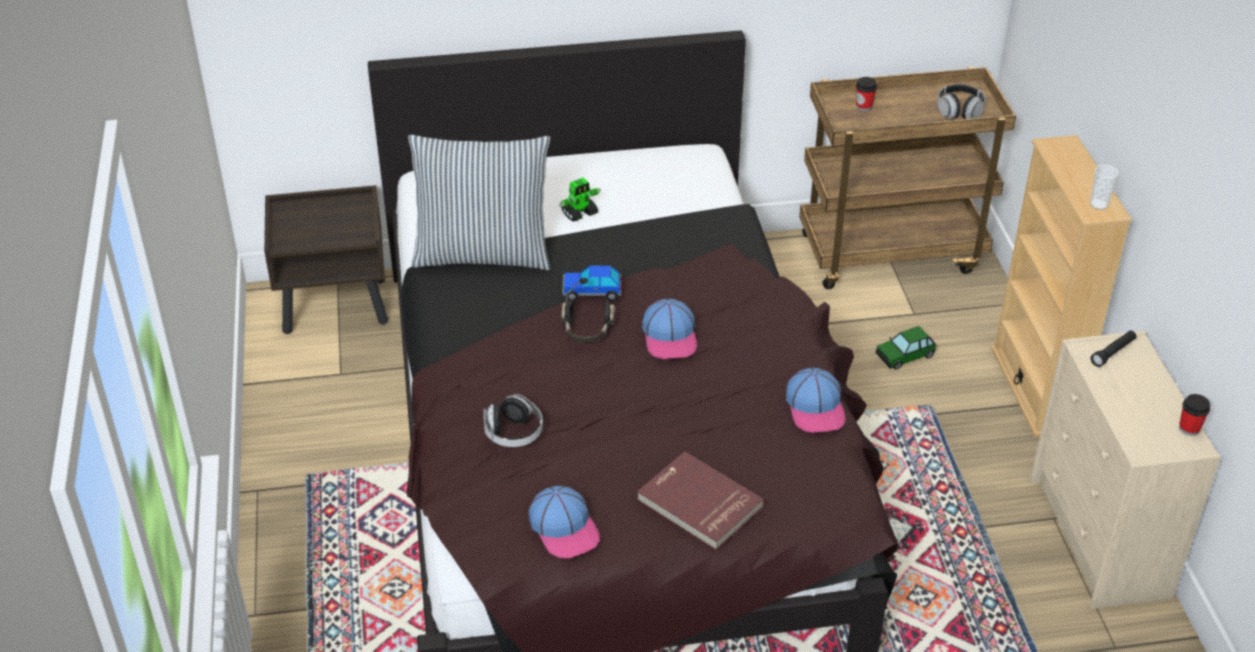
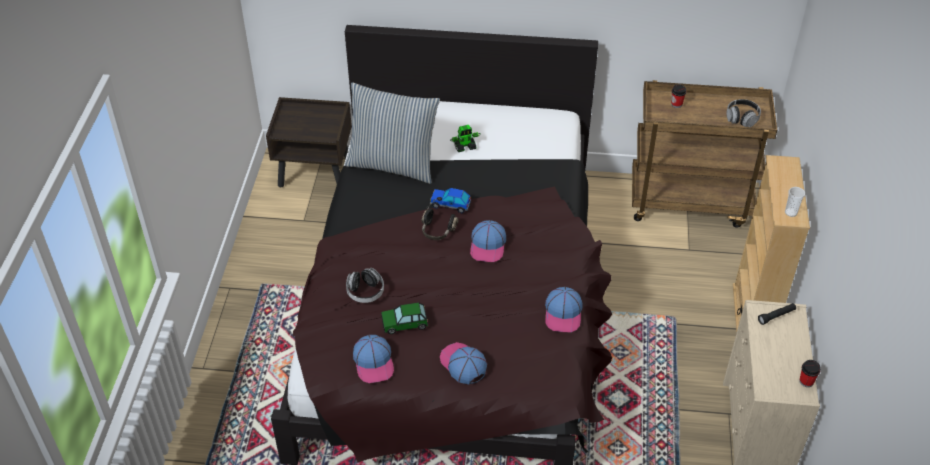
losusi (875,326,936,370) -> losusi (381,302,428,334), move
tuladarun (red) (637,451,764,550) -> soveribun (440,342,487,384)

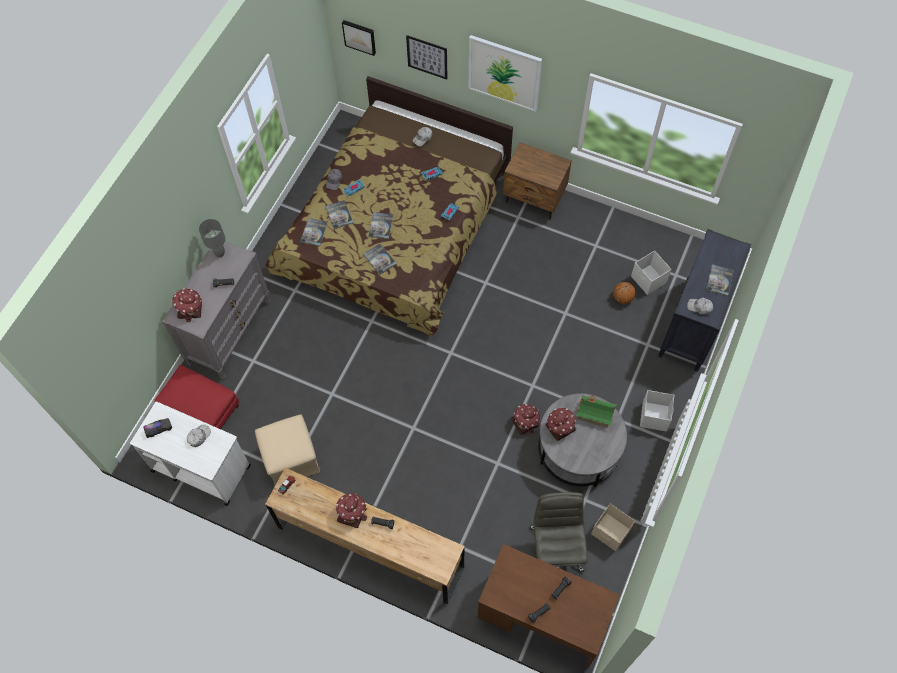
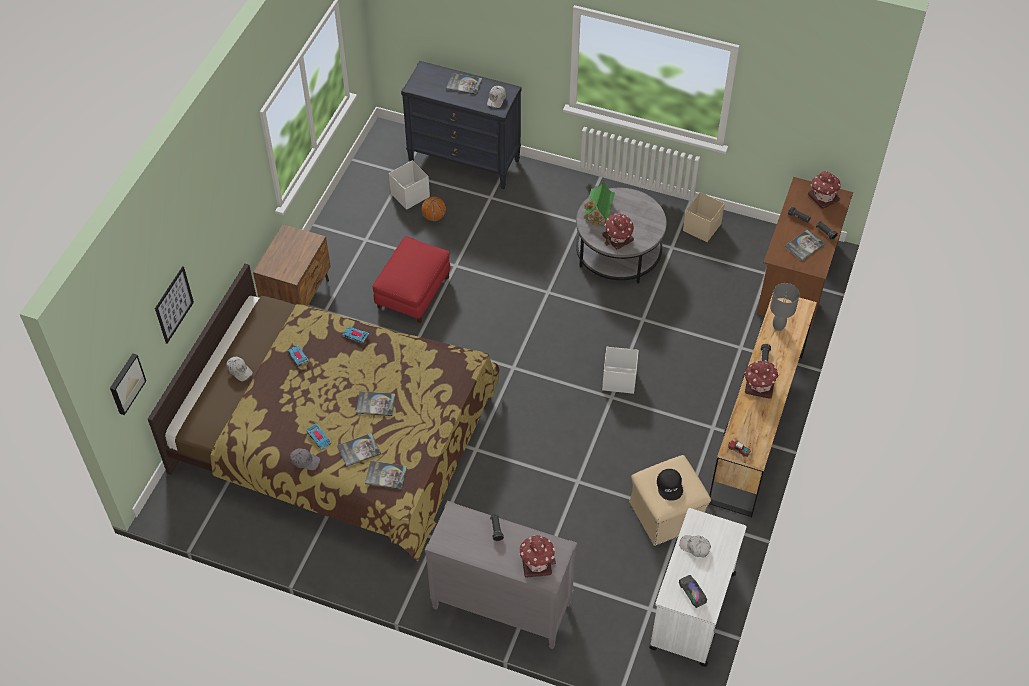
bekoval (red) (154,365,239,429) -> bekoval (red) (372,236,450,323), move
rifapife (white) (640,390,674,431) -> rifapife (white) (602,347,639,394), move
none -> soveribun (black) (657,469,683,501)
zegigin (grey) (199,219,226,257) -> zegigin (grey) (770,283,800,331), move
tuladarun (363,244,397,275) -> tuladarun (785,230,825,261), move
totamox (511,404,540,435) -> totamox (808,171,842,209), move
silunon (469,35,542,112) -> none
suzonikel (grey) (530,492,588,573) -> none

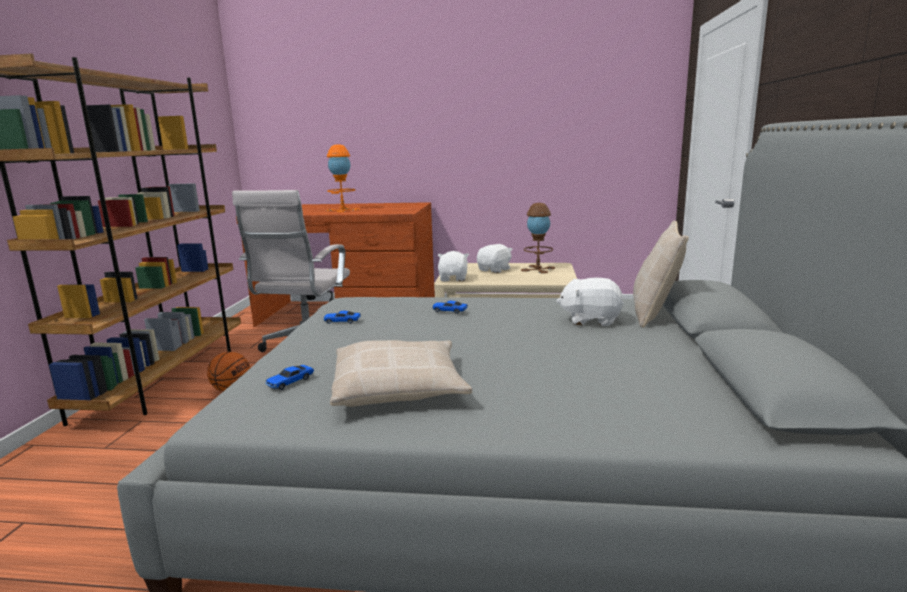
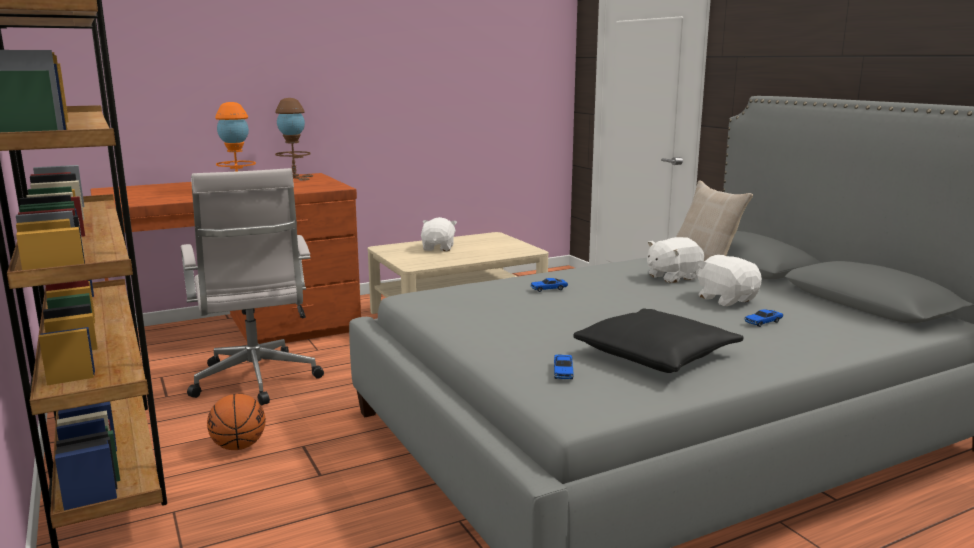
zegigin (brown) (521,203,555,273) -> zegigin (brown) (275,98,313,181), move
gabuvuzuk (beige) (330,340,472,407) -> gabuvuzuk (black) (573,308,744,373)
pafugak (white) (438,251,469,281) -> pafugak (white) (697,255,762,306), move
losusi (323,311,361,324) -> losusi (744,309,783,327), move

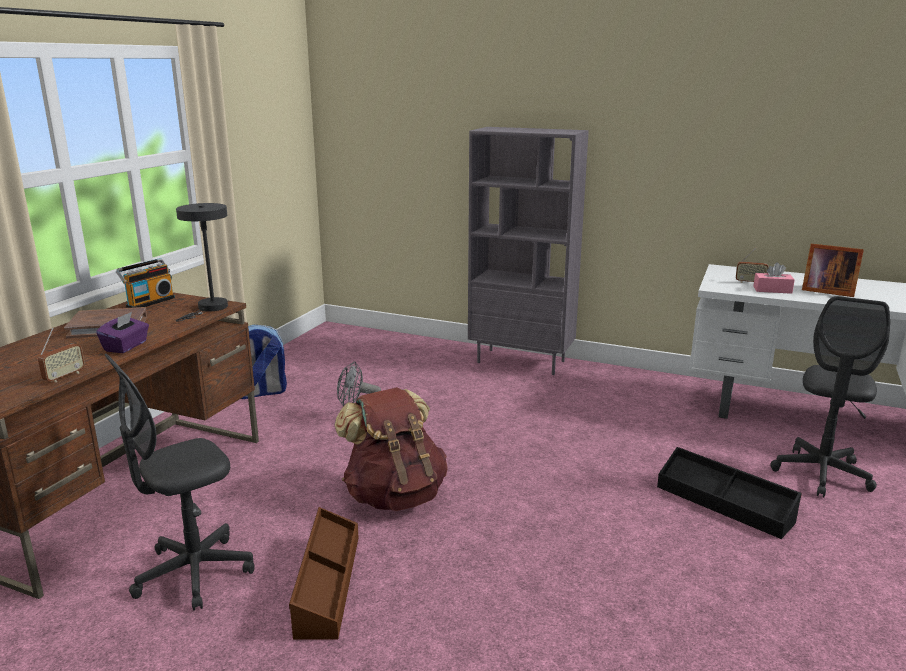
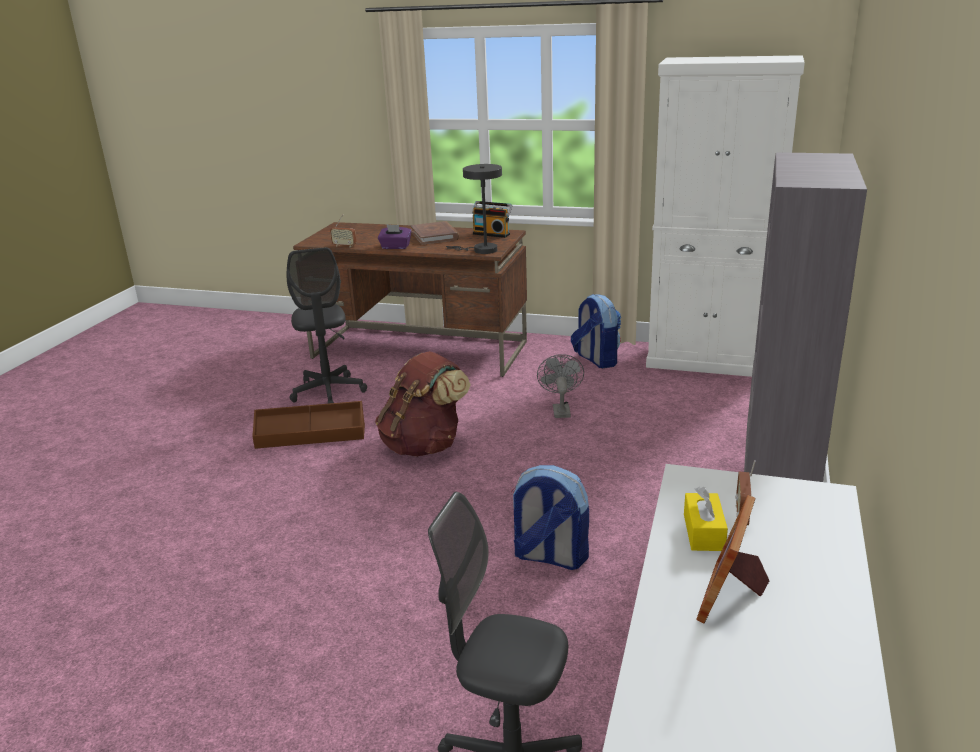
suzonikel (grey) (104,354,255,611) -> suzonikel (grey) (287,247,367,404), 150 degrees counterclockwise
none -> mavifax (511,465,589,570)
none -> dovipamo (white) (646,55,805,377)
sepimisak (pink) (753,262,795,294) -> sepimisak (yellow) (684,487,728,551)
rifapife (black) (657,447,802,539) -> none

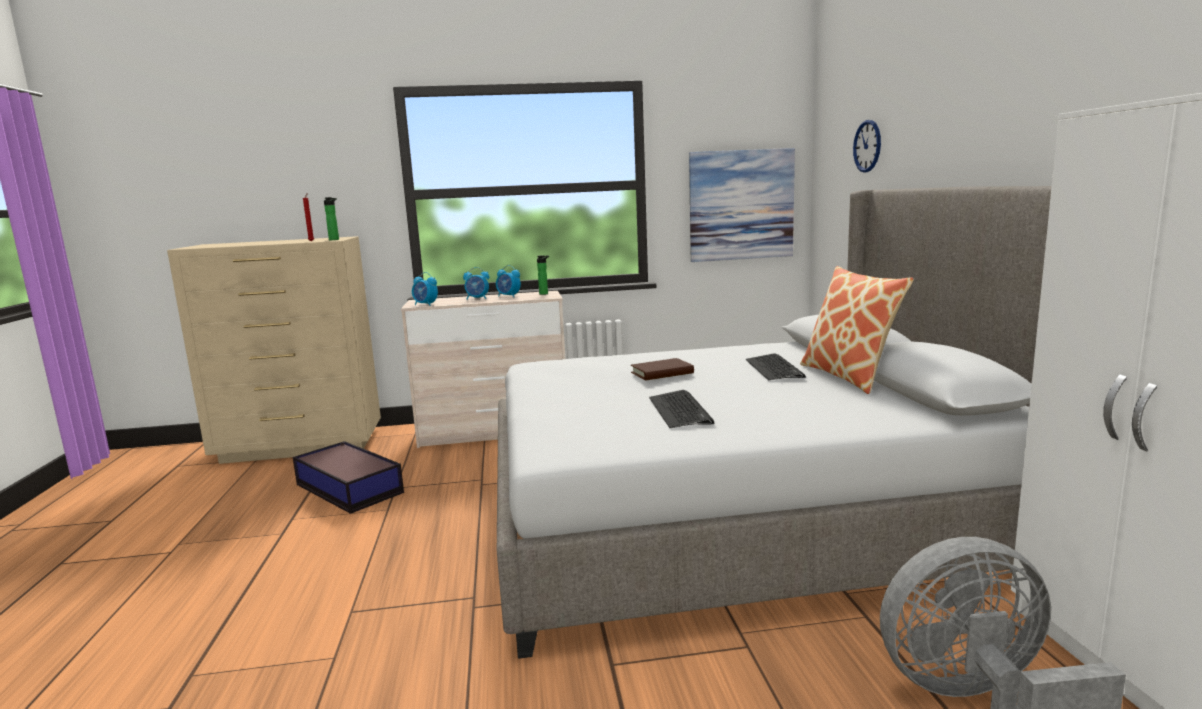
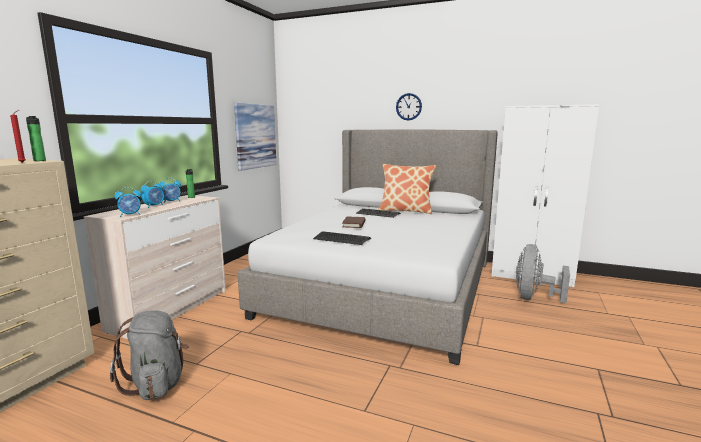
rifapife (293,441,404,514) -> mavifax (grey) (110,310,189,400)
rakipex (649,390,715,428) -> rakipex (313,231,371,245), move
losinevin (853,120,881,173) -> losinevin (396,93,422,121), move

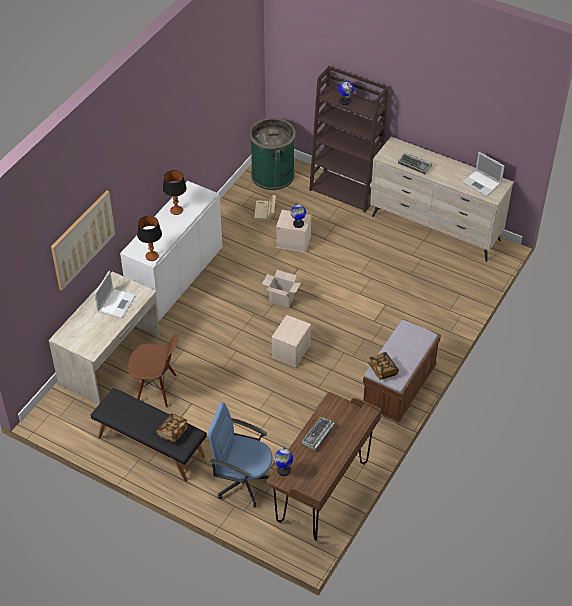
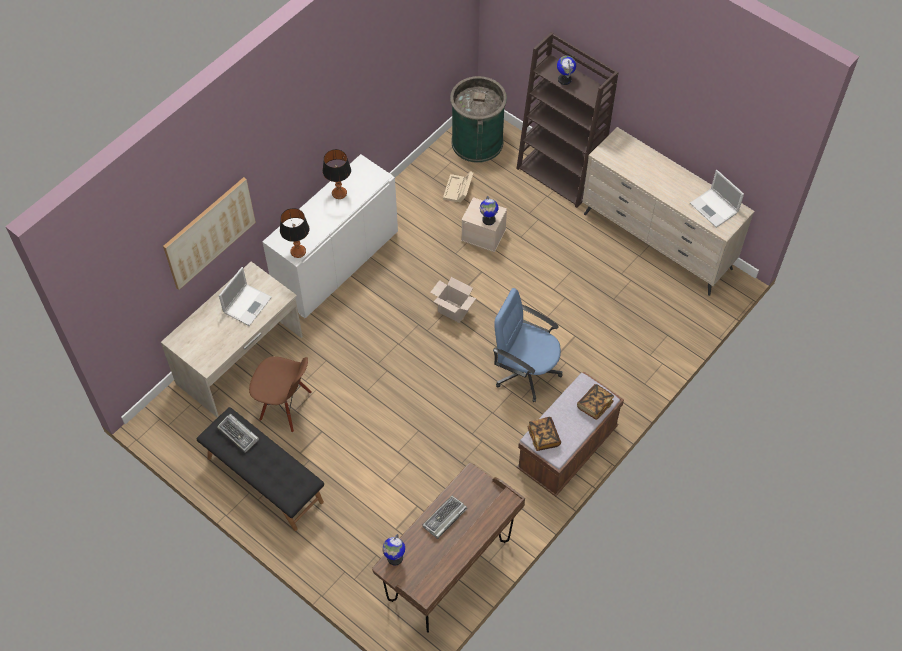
rakipex (398,153,432,174) -> rakipex (217,414,259,453), move
suzonikel (blue) (208,402,273,507) -> suzonikel (blue) (493,288,563,402), move
tuladarun (157,413,188,443) -> tuladarun (577,384,614,420), move
rifapife (beige) (272,315,311,367) -> none

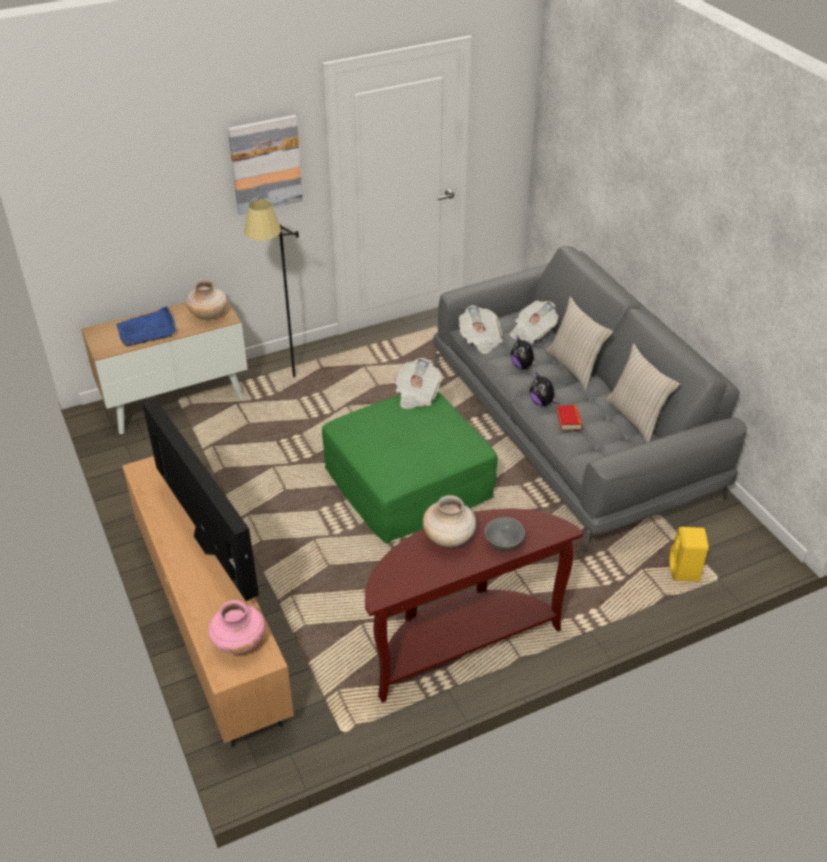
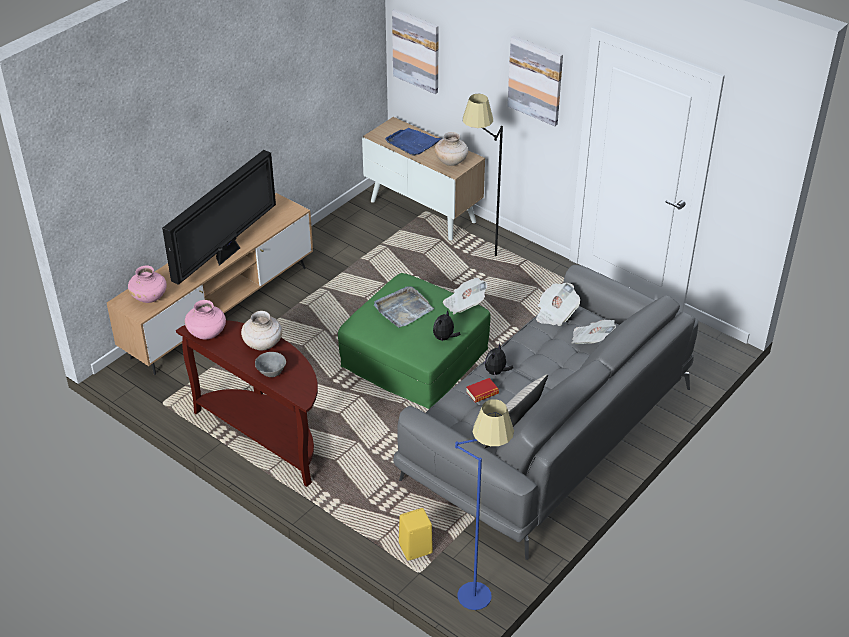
none -> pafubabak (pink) (185,300,226,340)
none -> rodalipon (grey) (374,287,434,328)
none -> silunon (392,9,439,94)
pafugak (510,336,538,369) -> pafugak (433,310,460,342), move
none -> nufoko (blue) (455,399,514,610)
gabuvuzuk (beige) (546,296,613,390) -> none

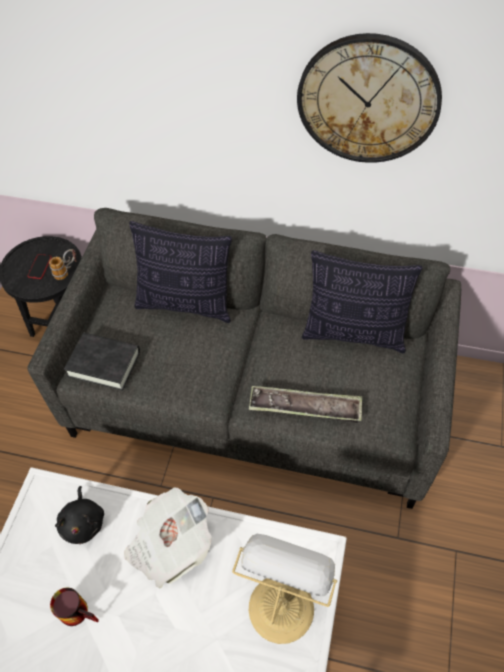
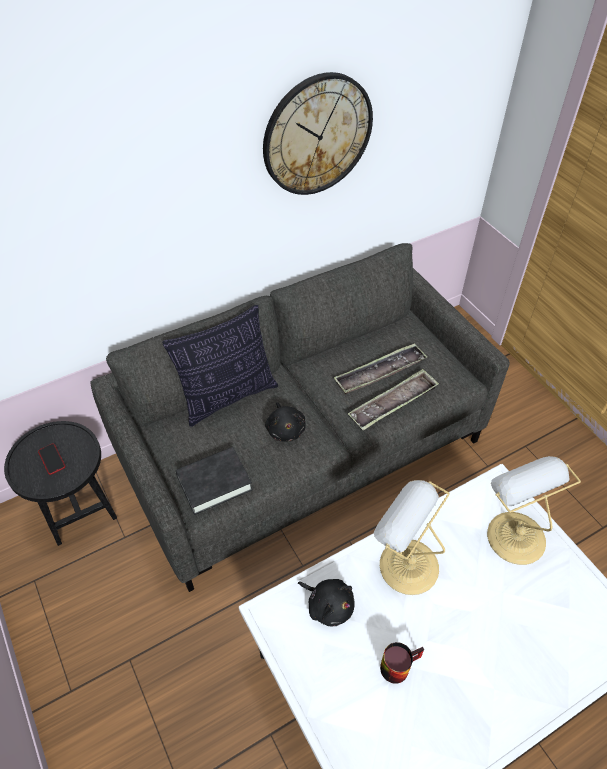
none -> pafugak (black) (265,402,306,442)
none -> rodalipon (334,343,427,394)
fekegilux (124,488,212,589) -> zegigin (374,480,450,595)
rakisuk (49,249,76,280) -> none
gabuvuzuk (302,250,423,354) -> none

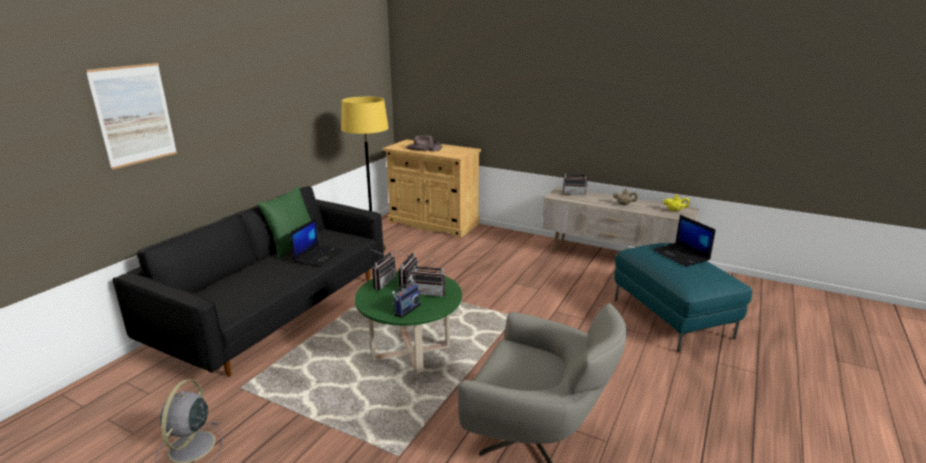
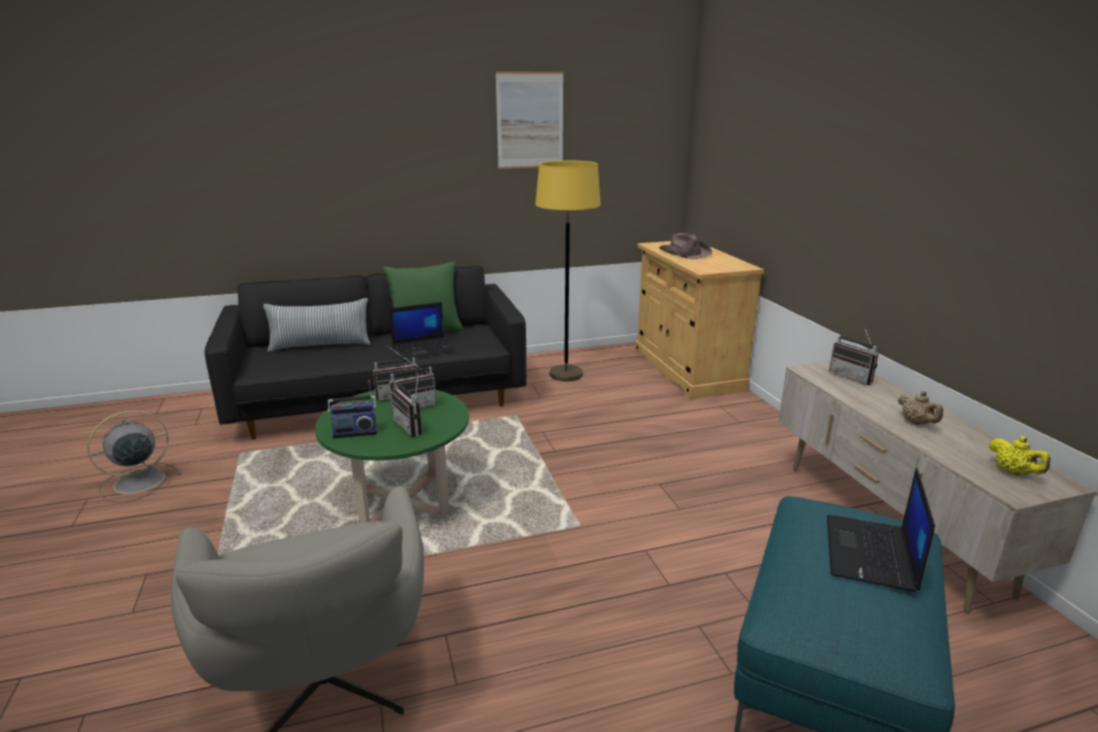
none -> gabuvuzuk (263,298,370,352)
silunon (85,63,177,170) -> silunon (495,71,564,169), move

